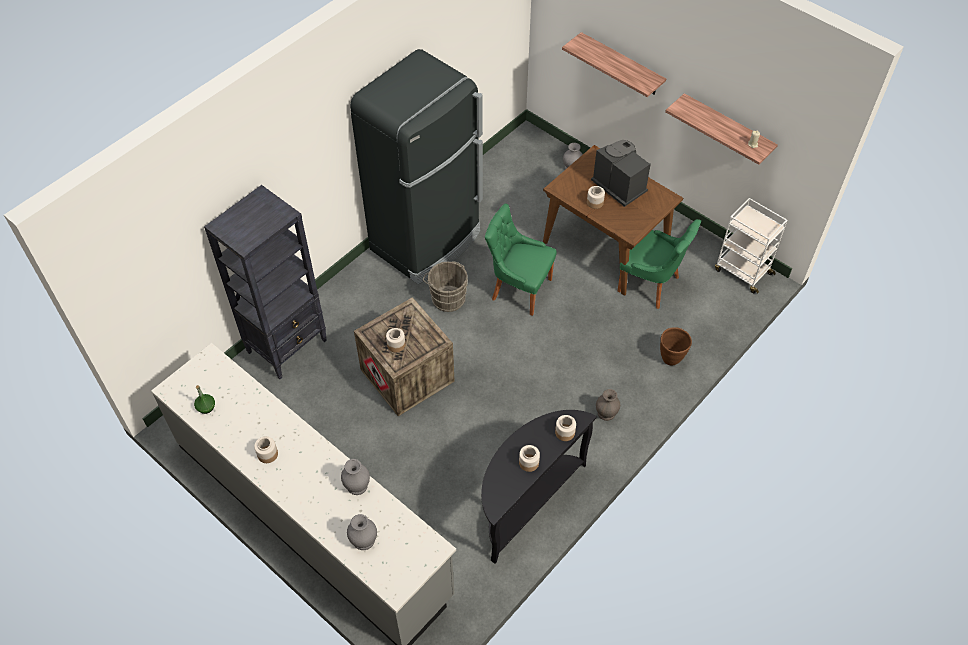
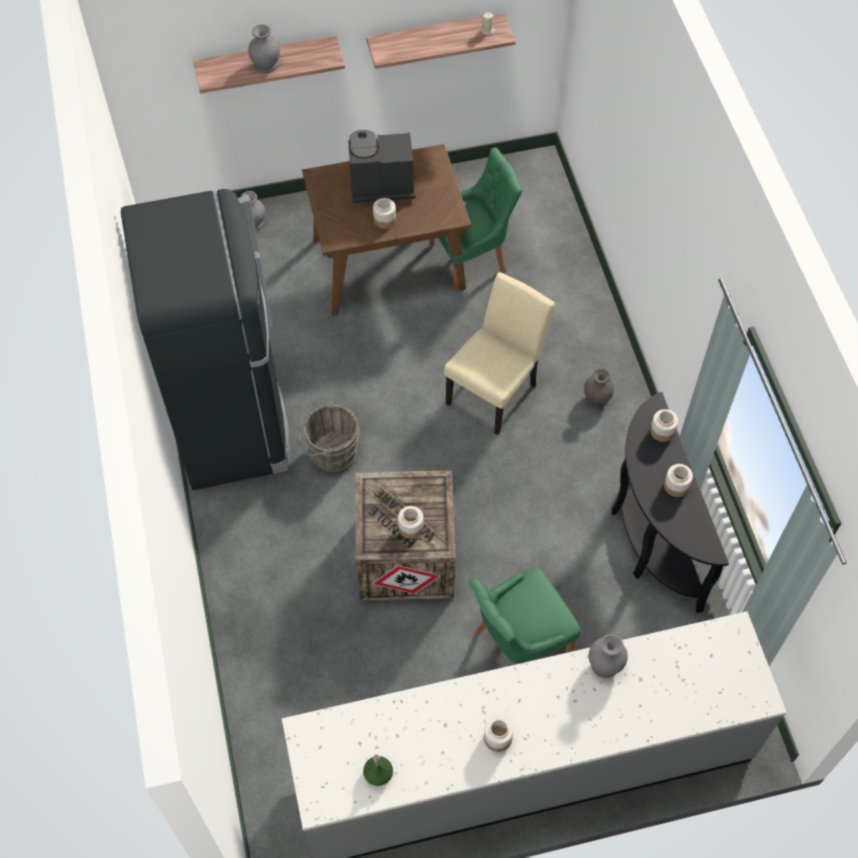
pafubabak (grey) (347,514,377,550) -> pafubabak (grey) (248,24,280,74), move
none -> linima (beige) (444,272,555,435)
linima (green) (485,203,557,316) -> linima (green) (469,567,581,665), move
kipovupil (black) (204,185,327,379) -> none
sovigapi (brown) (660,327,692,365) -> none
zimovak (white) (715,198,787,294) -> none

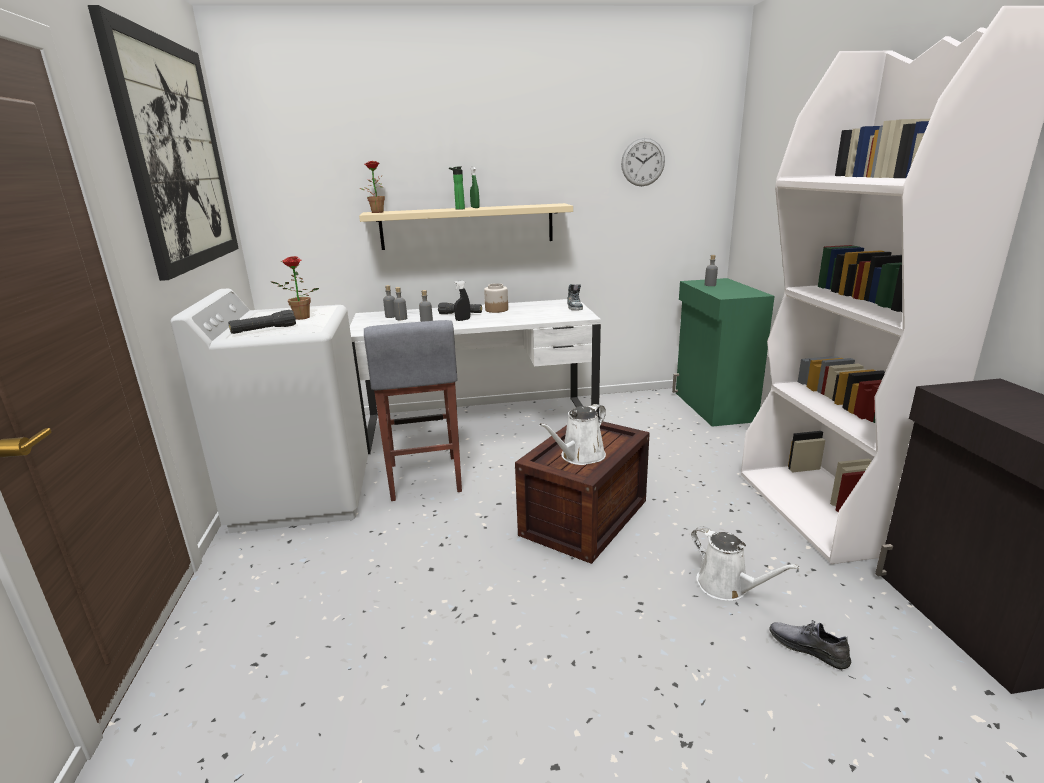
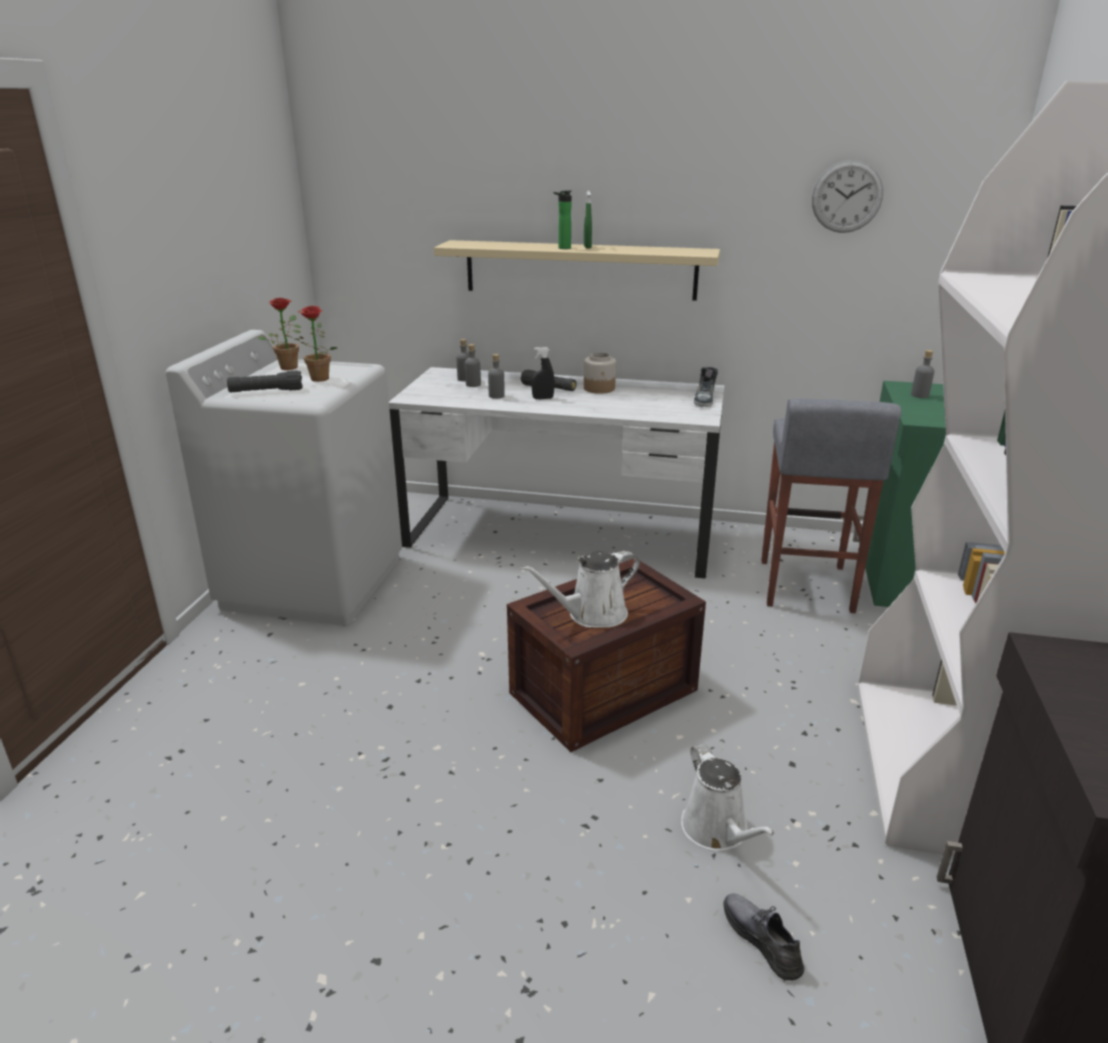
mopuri (360,161,385,213) -> mopuri (257,298,301,370), move
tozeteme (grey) (364,320,462,501) -> tozeteme (grey) (761,398,901,613), move
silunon (88,5,239,281) -> none

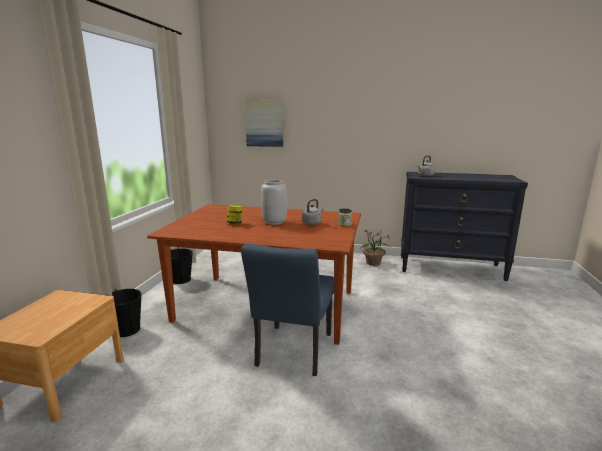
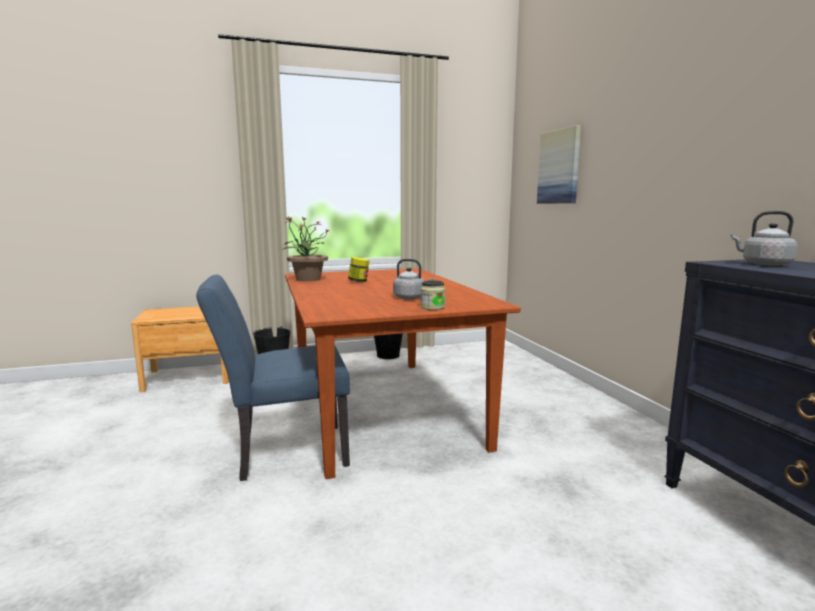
mopuri (360,229,391,266) -> mopuri (282,216,330,281), move
pafubabak (grey) (261,180,287,225) -> none

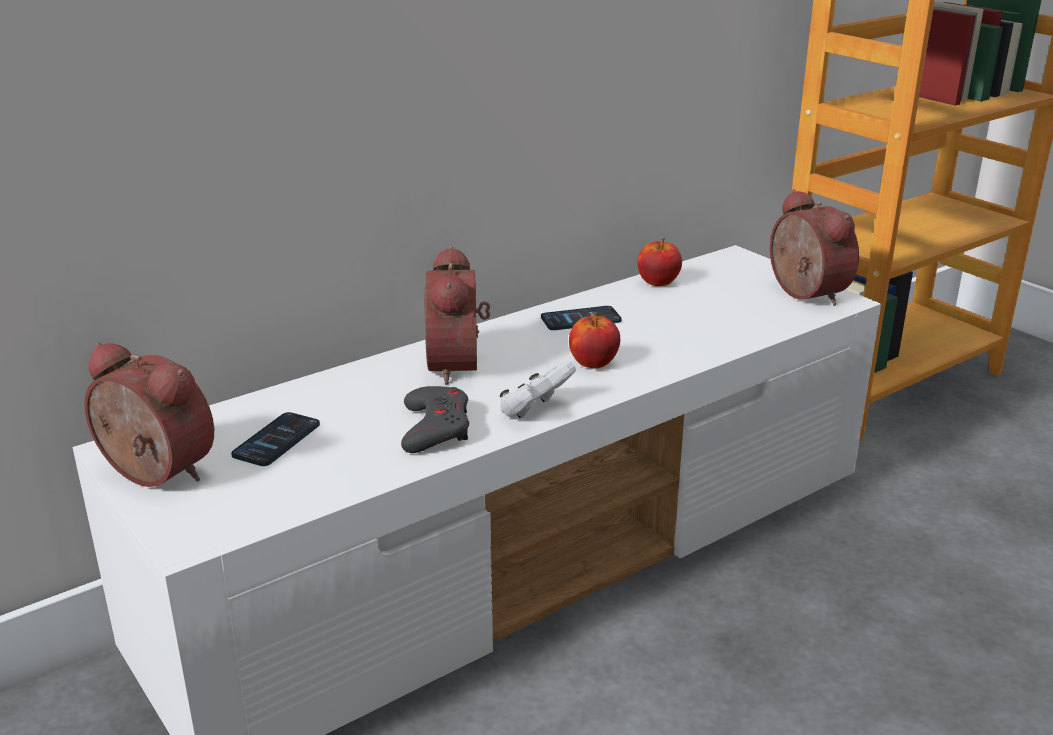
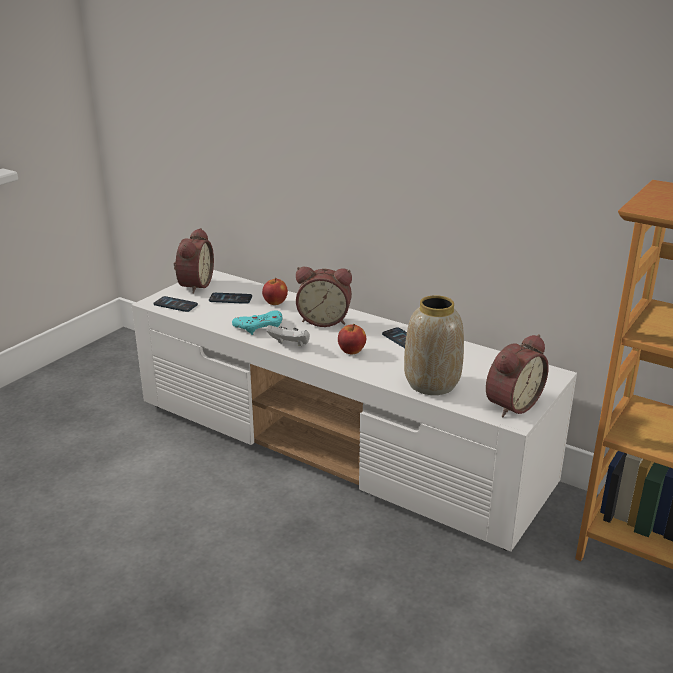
none -> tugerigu (153,296,198,312)
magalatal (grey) (401,386,469,453) -> magalatal (turquoise) (232,311,282,335)
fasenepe (637,238,682,286) -> fasenepe (262,278,288,305), move
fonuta (425,246,490,385) -> fonuta (296,267,352,327), 150 degrees counterclockwise
none -> pafubabak (404,295,464,395)

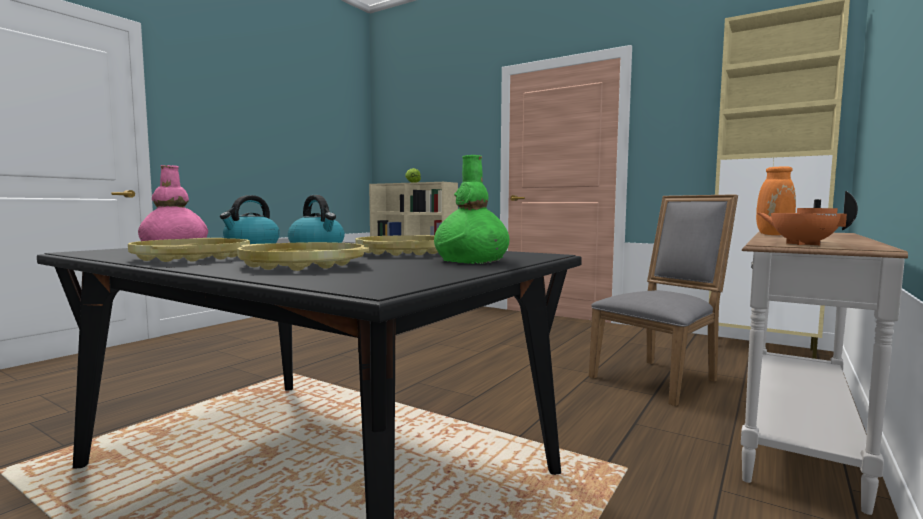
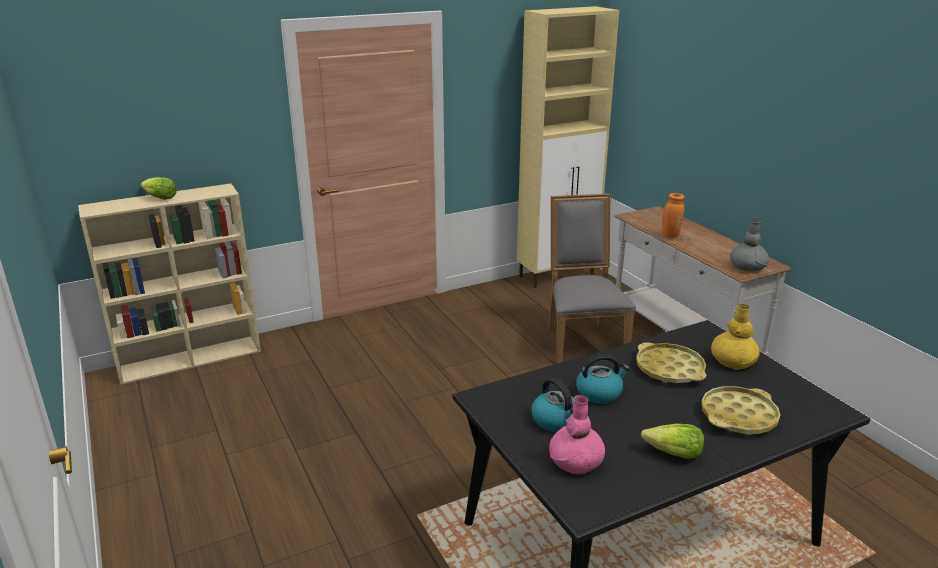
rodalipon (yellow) (128,238,250,262) -> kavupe (641,424,704,459)
pafubabak (green) (434,155,509,264) -> pafubabak (yellow) (711,304,759,370)
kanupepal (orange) (758,191,858,245) -> pafubabak (grey) (730,219,769,272)

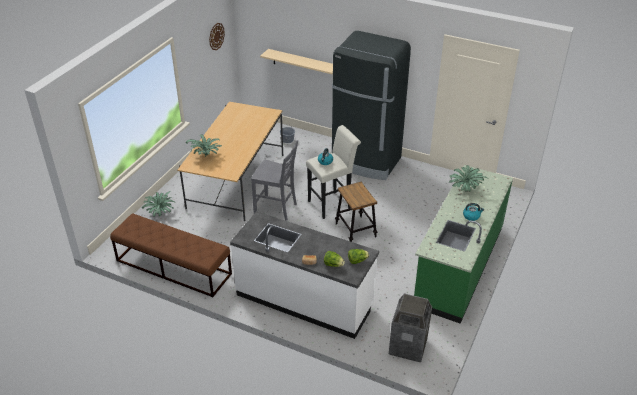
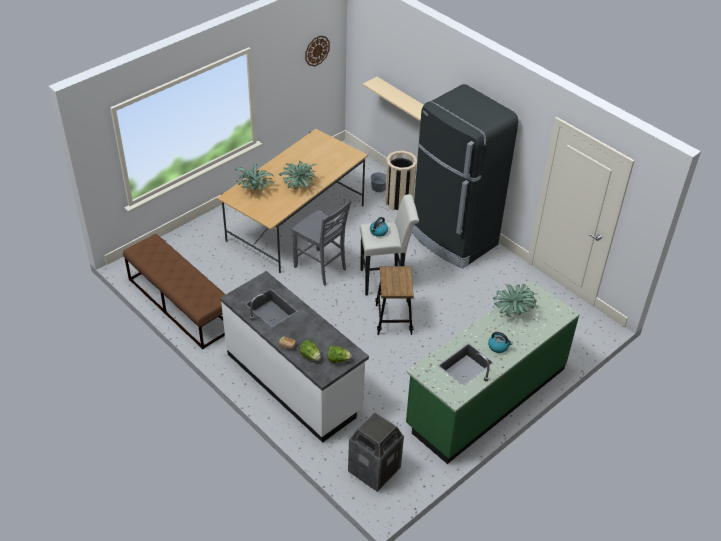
mopuri (142,191,174,216) -> mopuri (279,161,318,189), move
none -> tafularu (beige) (385,151,417,210)

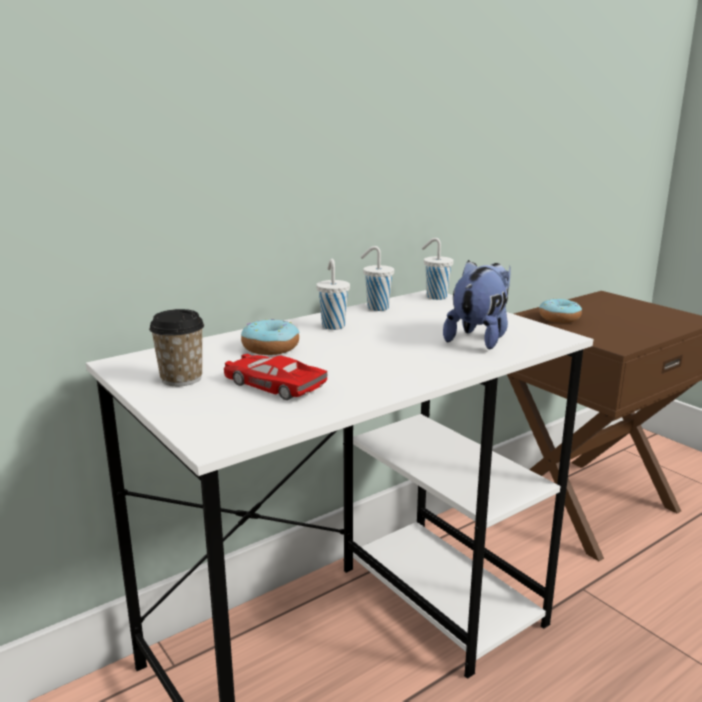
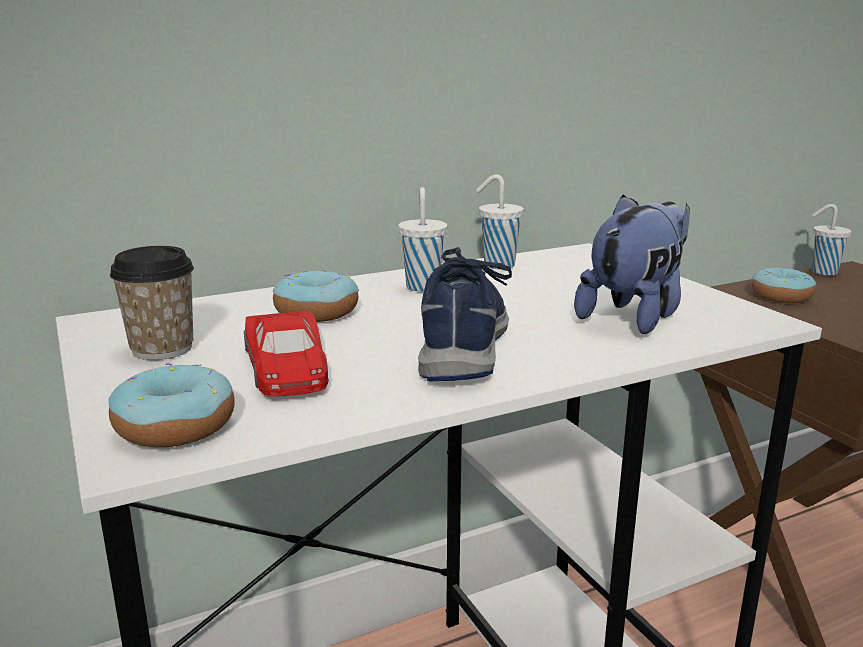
none -> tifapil (108,363,235,447)
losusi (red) (224,354,327,400) -> losusi (red) (244,311,329,397), 150 degrees counterclockwise
none -> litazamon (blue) (418,247,512,382)
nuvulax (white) (422,238,453,300) -> nuvulax (white) (812,204,851,276), move

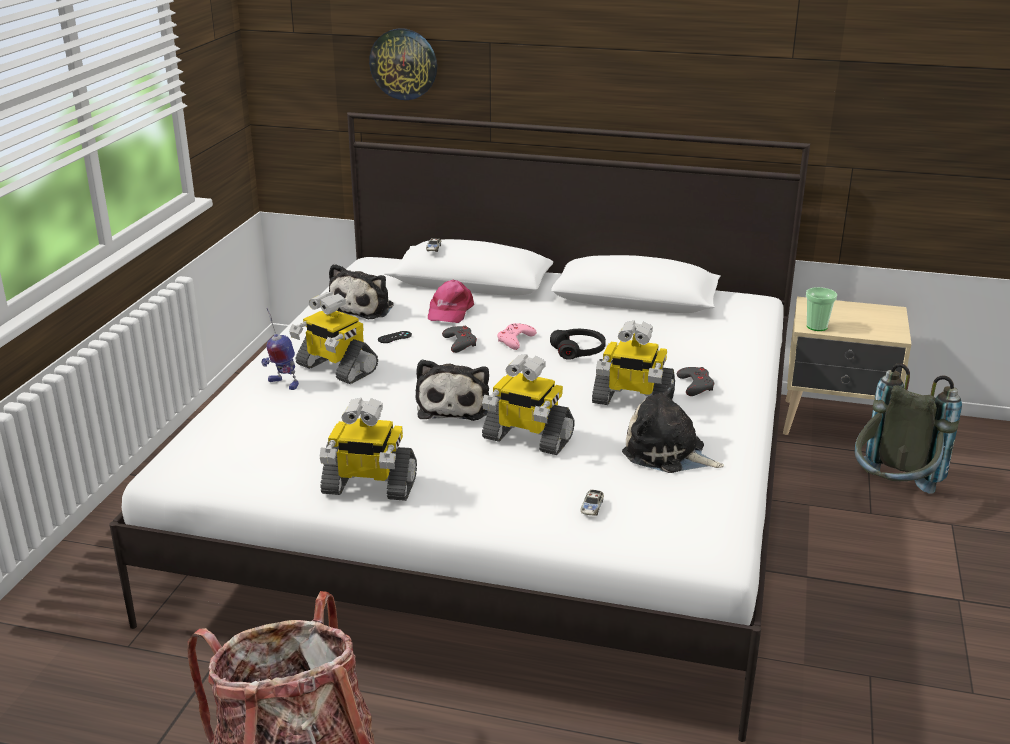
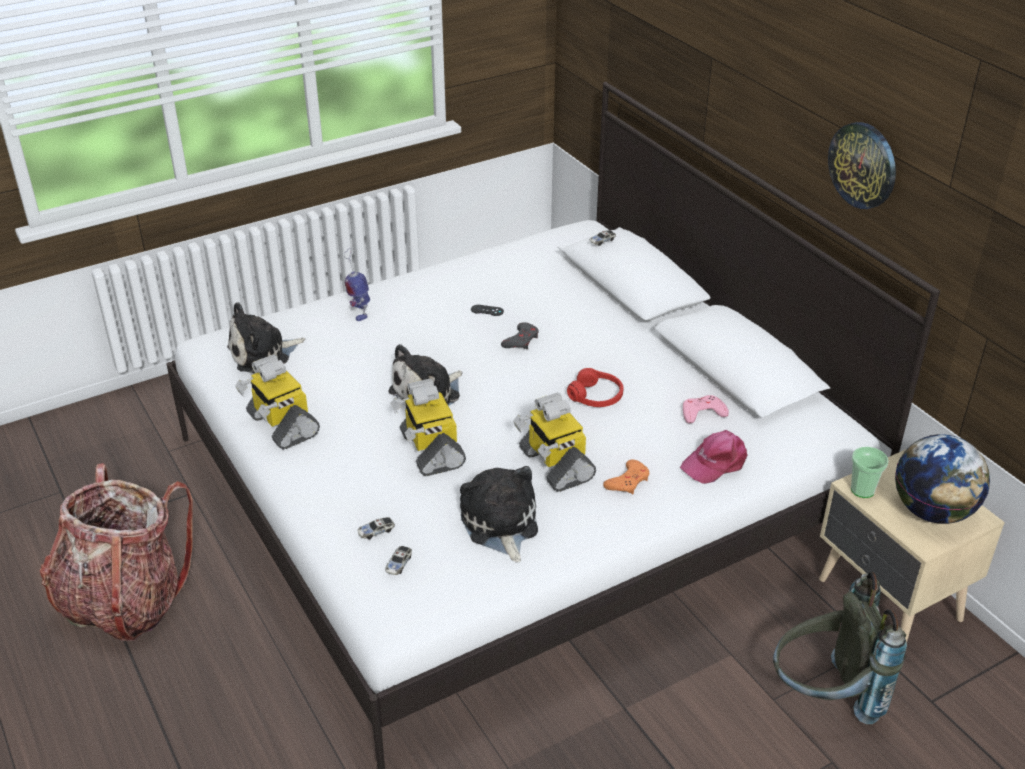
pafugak (329,264,394,319) -> pafugak (227,302,305,373), move
none -> losusi (385,546,412,575)
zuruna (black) (550,329,606,360) -> zuruna (red) (567,368,623,407)
magalatal (grey) (677,367,714,396) -> magalatal (orange) (603,460,650,494)
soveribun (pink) (428,280,474,323) -> soveribun (pink) (680,430,748,484), move
magalatal (pink) (497,323,537,350) -> magalatal (pink) (683,395,729,423), move
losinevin (369,28,437,100) -> losinevin (828,122,896,209), move
none -> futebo (895,435,990,524)
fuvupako (289,292,378,384) -> none

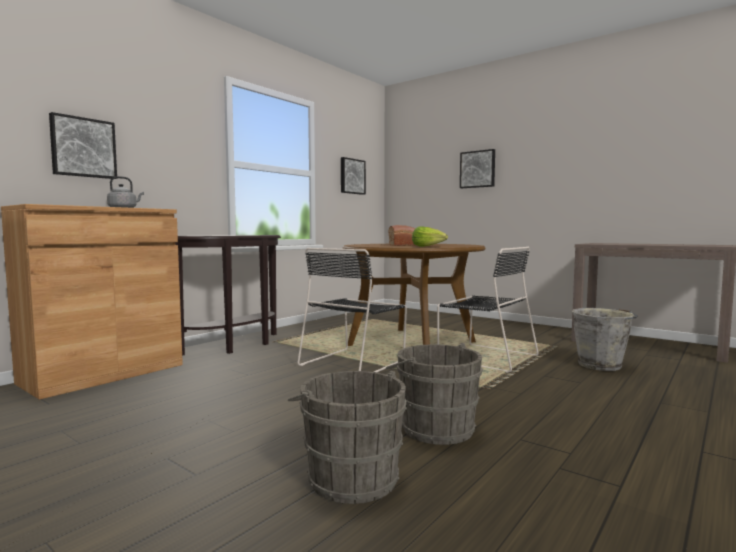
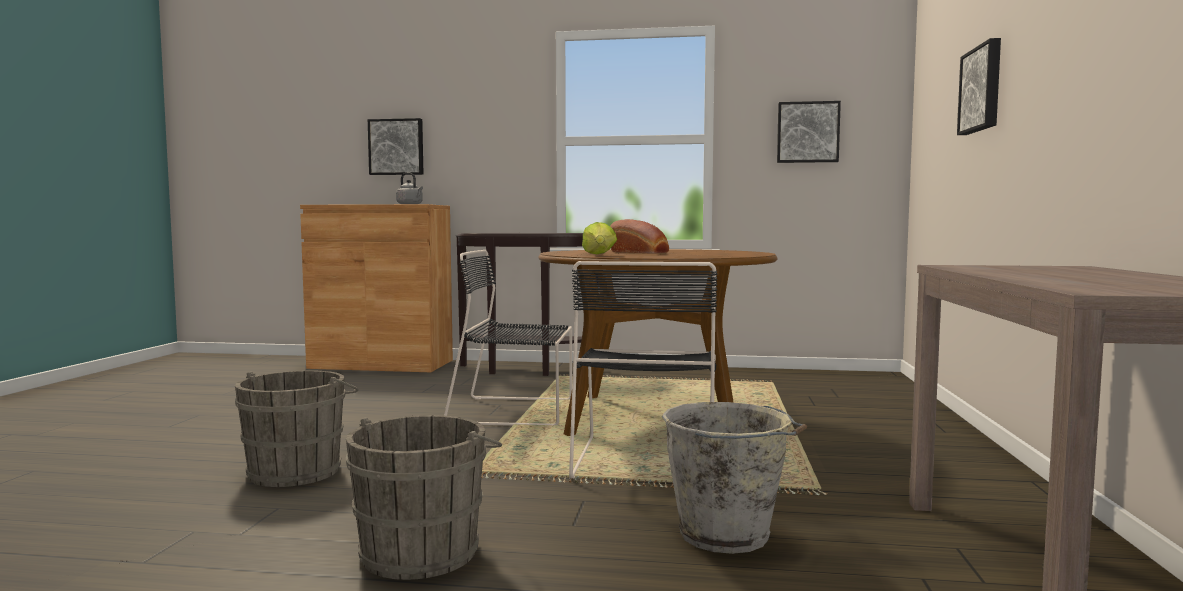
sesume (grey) (288,371,407,504) -> sesume (grey) (346,415,502,580), move

